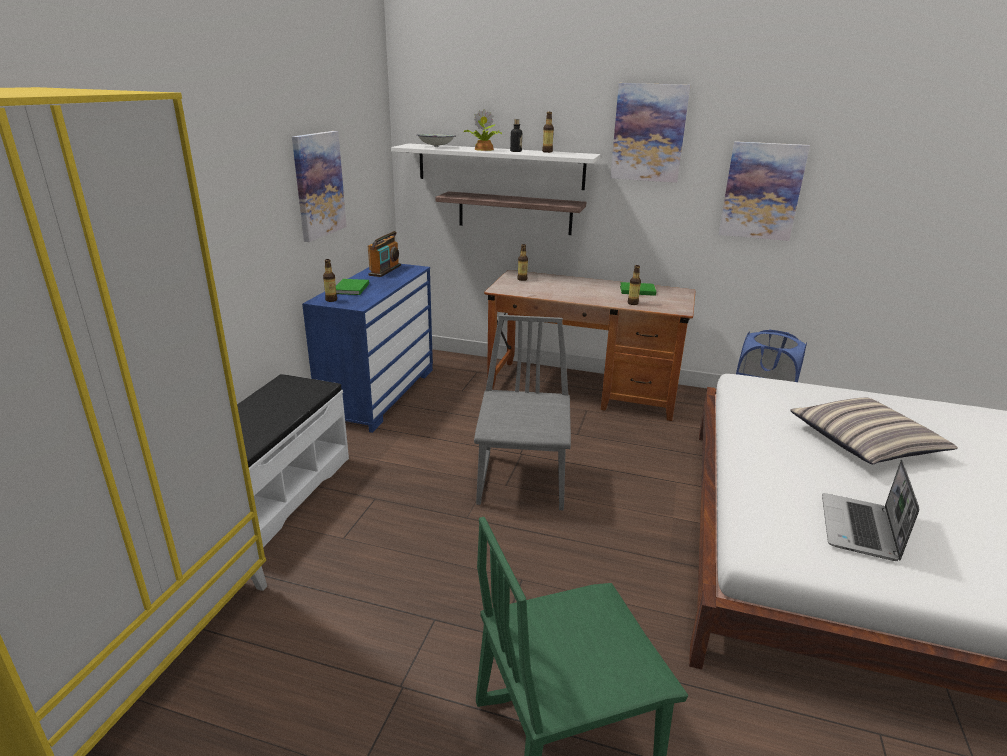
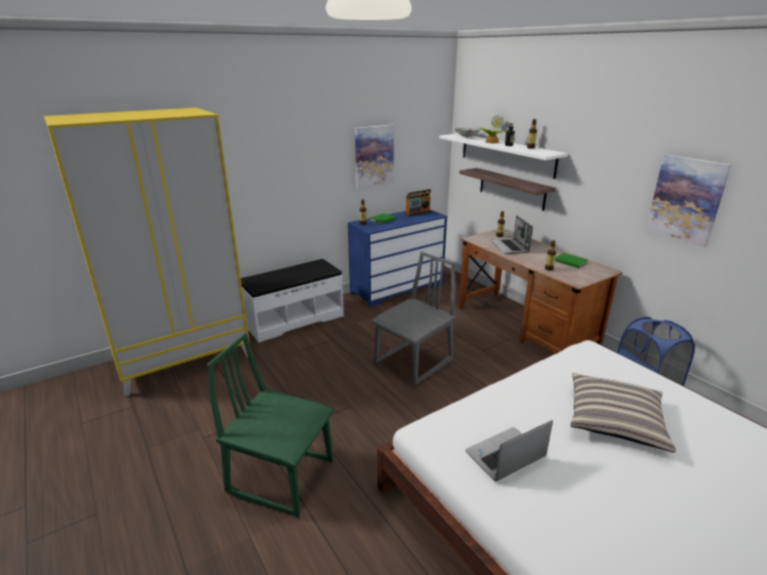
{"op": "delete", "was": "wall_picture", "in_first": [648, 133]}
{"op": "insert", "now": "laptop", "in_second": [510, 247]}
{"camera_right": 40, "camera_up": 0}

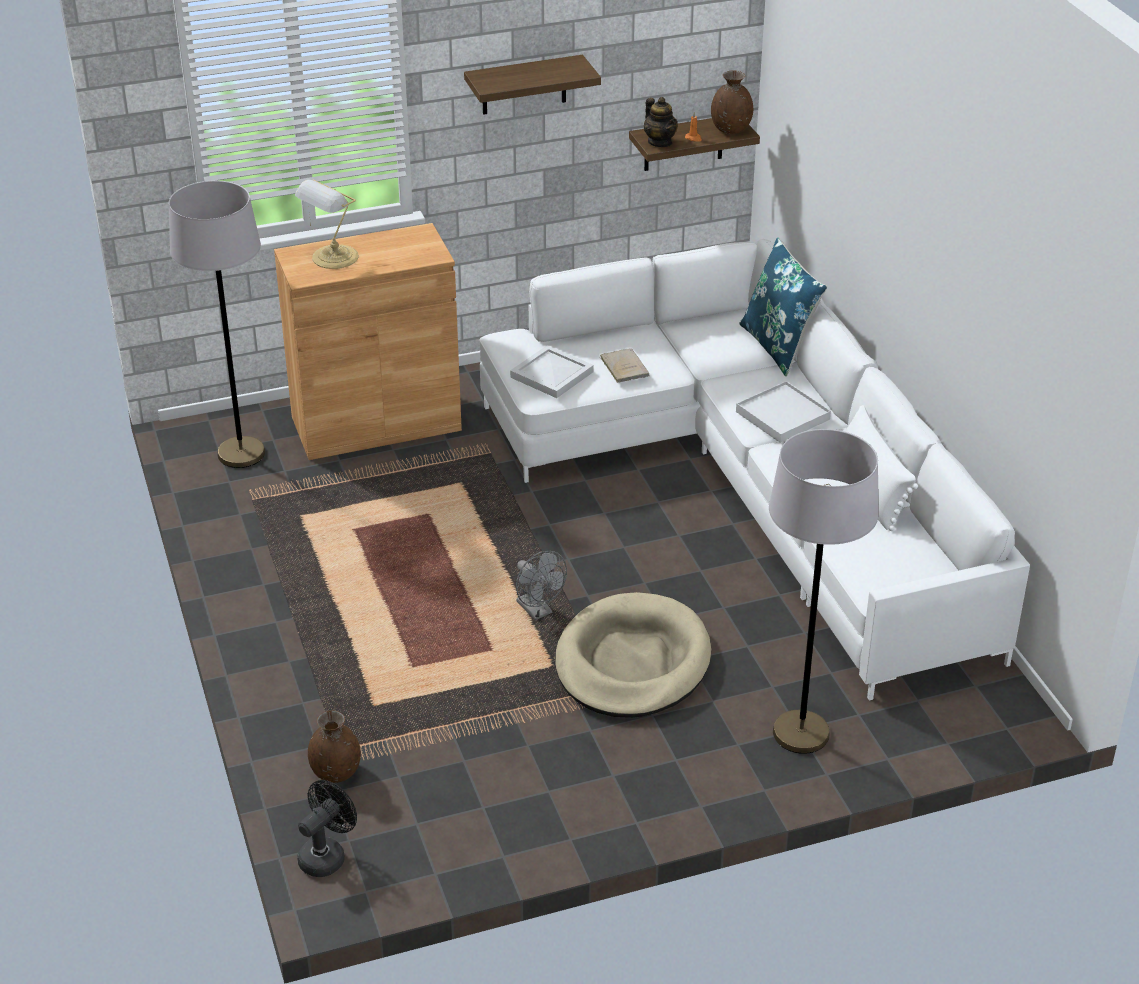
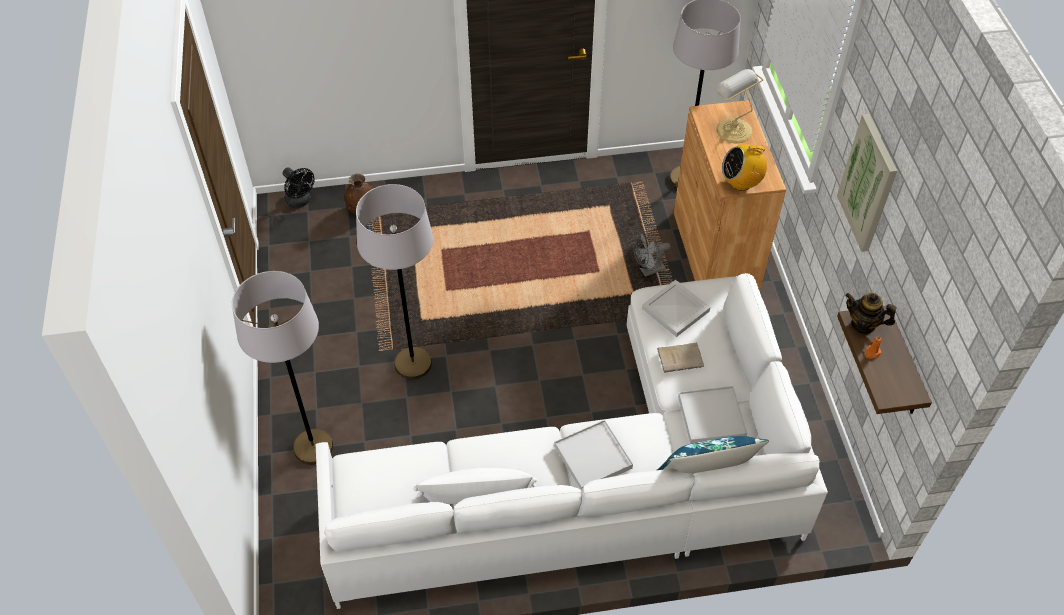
{"op": "replace", "was": "wall_shelf", "now": "wall_picture", "in_first": [524, 85], "in_second": [868, 183]}
{"op": "delete", "was": "brown-coloured_flower_vase", "in_first": [730, 129]}
{"op": "rotate", "was": "tea_pot", "in_first": [660, 142], "in_second": [863, 324], "clockwise": 45}
{"op": "move", "was": "greyish_cooling_fan", "in_first": [538, 611], "in_second": [648, 270]}
{"op": "replace", "was": "sand-coloured_dog_cushion", "now": "greyish_standard_lamp", "in_first": [632, 662], "in_second": [413, 364]}
{"op": "insert", "now": "radio_set", "in_second": [741, 183]}
{"op": "insert", "now": "white-coloured_carrying_tray", "in_second": [711, 417]}
{"camera_right": 100, "camera_up": 15}

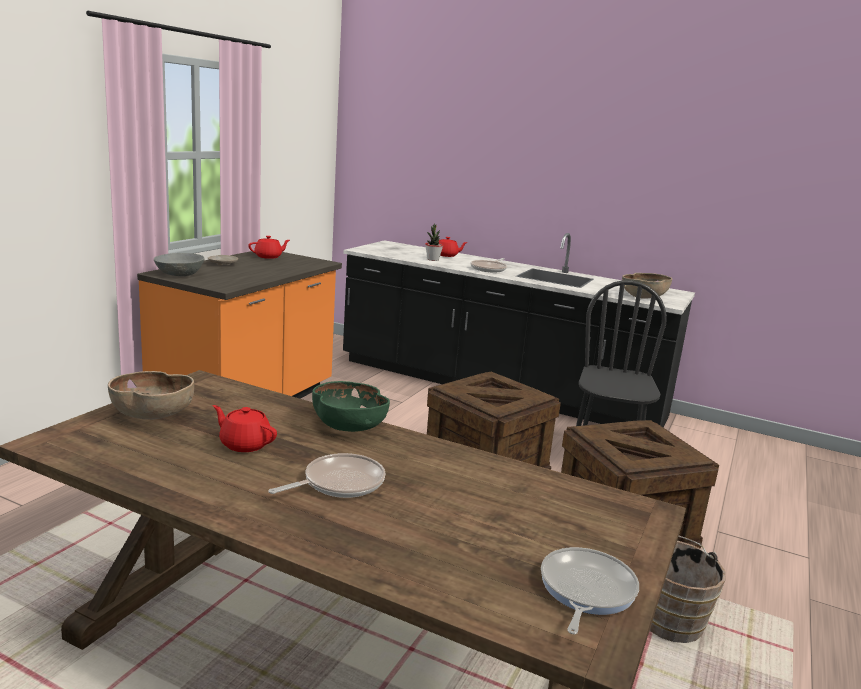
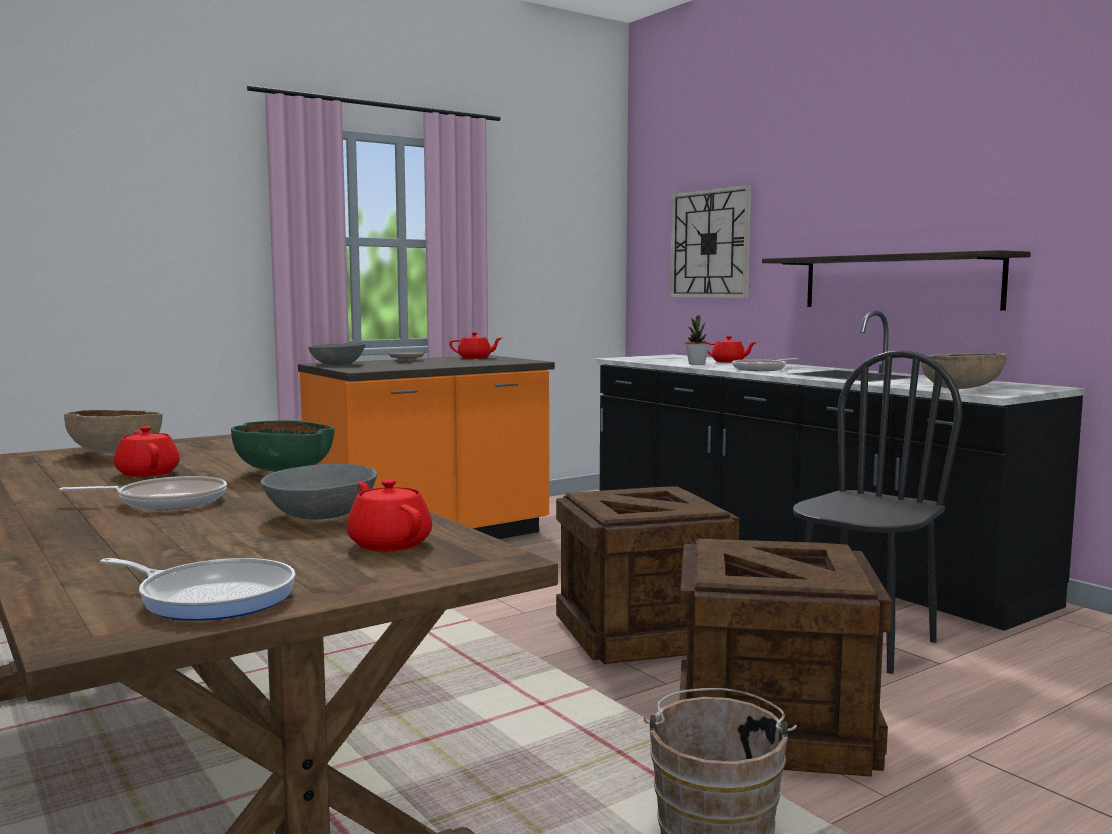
{"op": "rotate", "was": "skillet", "in_first": [585, 590], "in_second": [212, 597], "clockwise": 60}
{"op": "insert", "now": "wall_clock", "in_second": [710, 244]}
{"op": "insert", "now": "wall_shelf", "in_second": [898, 282]}
{"op": "insert", "now": "greyish_deep_dish", "in_second": [321, 515]}
{"op": "insert", "now": "red_tea_pot", "in_second": [389, 544]}
{"camera_right": 30, "camera_up": -10}

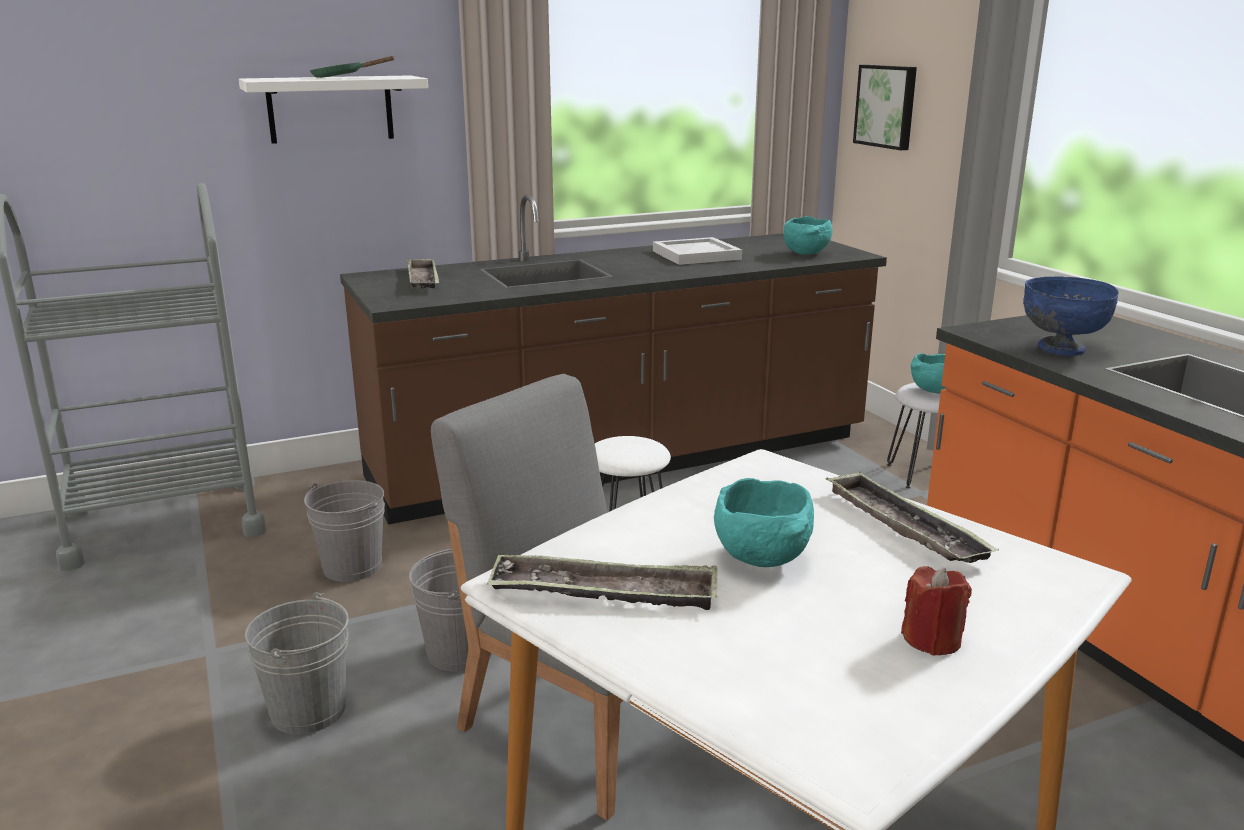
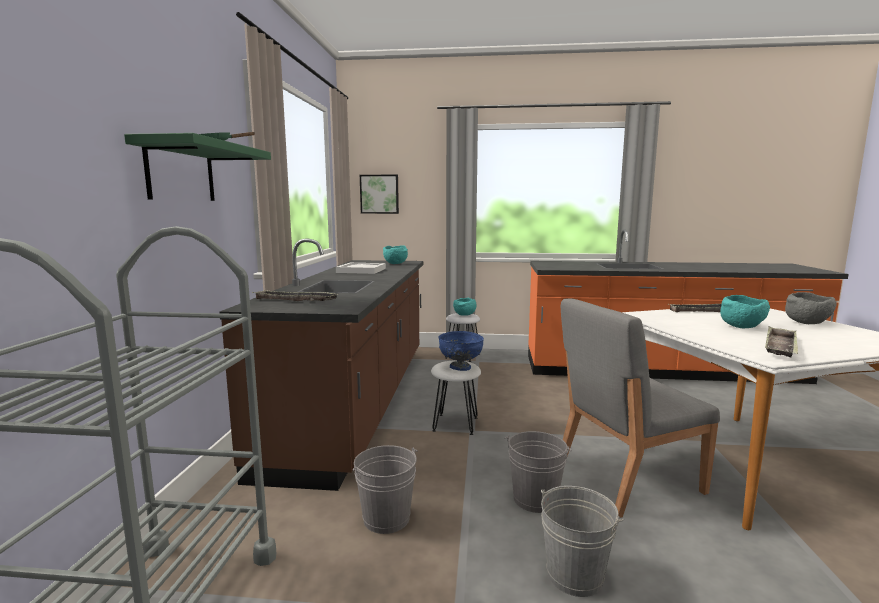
{"op": "recolor", "was": "white-coloured_wall_shelf", "now": "green_wall_shelf", "in_first": [330, 109], "in_second": [181, 172]}
{"op": "move", "was": "blue_deep_dish", "in_first": [1060, 350], "in_second": [460, 368]}
{"op": "replace", "was": "red_wax_candle", "now": "greyish_deep_dish", "in_first": [932, 640], "in_second": [807, 323]}
{"camera_right": -60, "camera_up": -10}

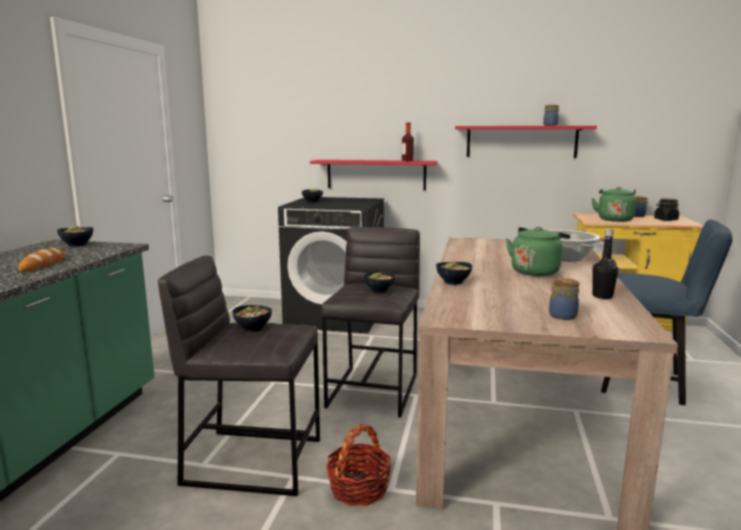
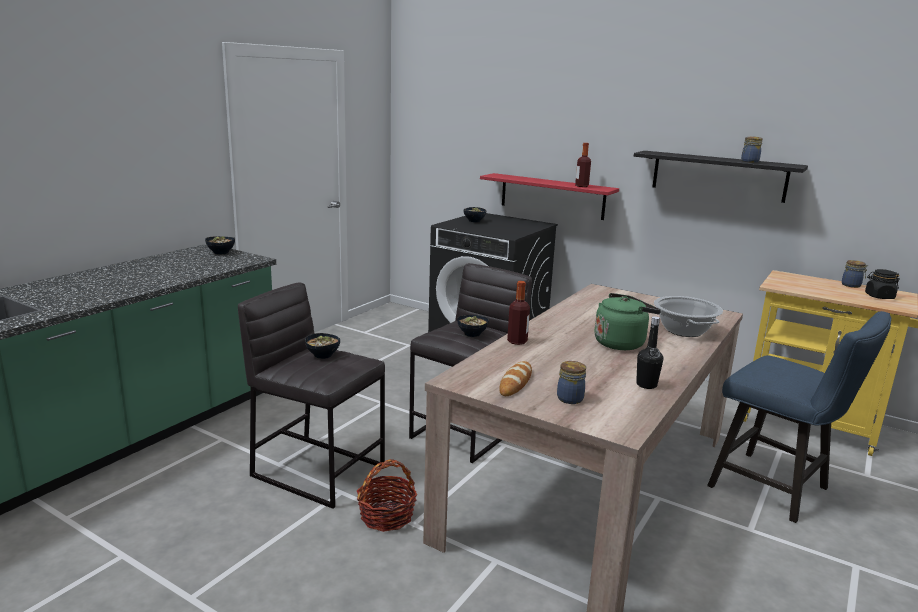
{"op": "recolor", "was": "red_wall_shelf", "now": "black_wall_shelf", "in_first": [521, 141], "in_second": [718, 176]}
{"op": "delete", "was": "green_kettle", "in_first": [614, 219]}
{"op": "move", "was": "bread", "in_first": [43, 264], "in_second": [515, 382]}
{"op": "replace", "was": "deep_dish", "now": "bottle", "in_first": [452, 282], "in_second": [517, 341]}
{"camera_right": 20, "camera_up": 5}

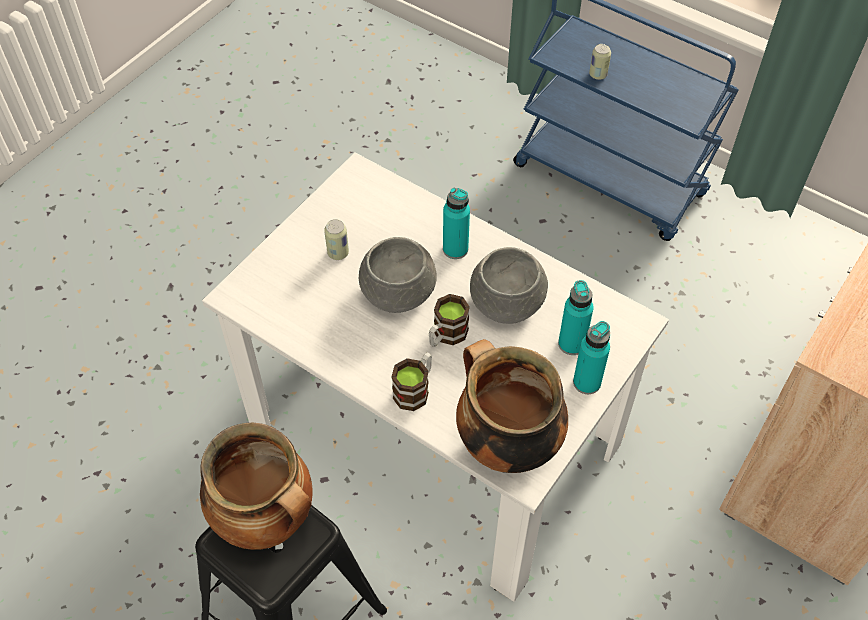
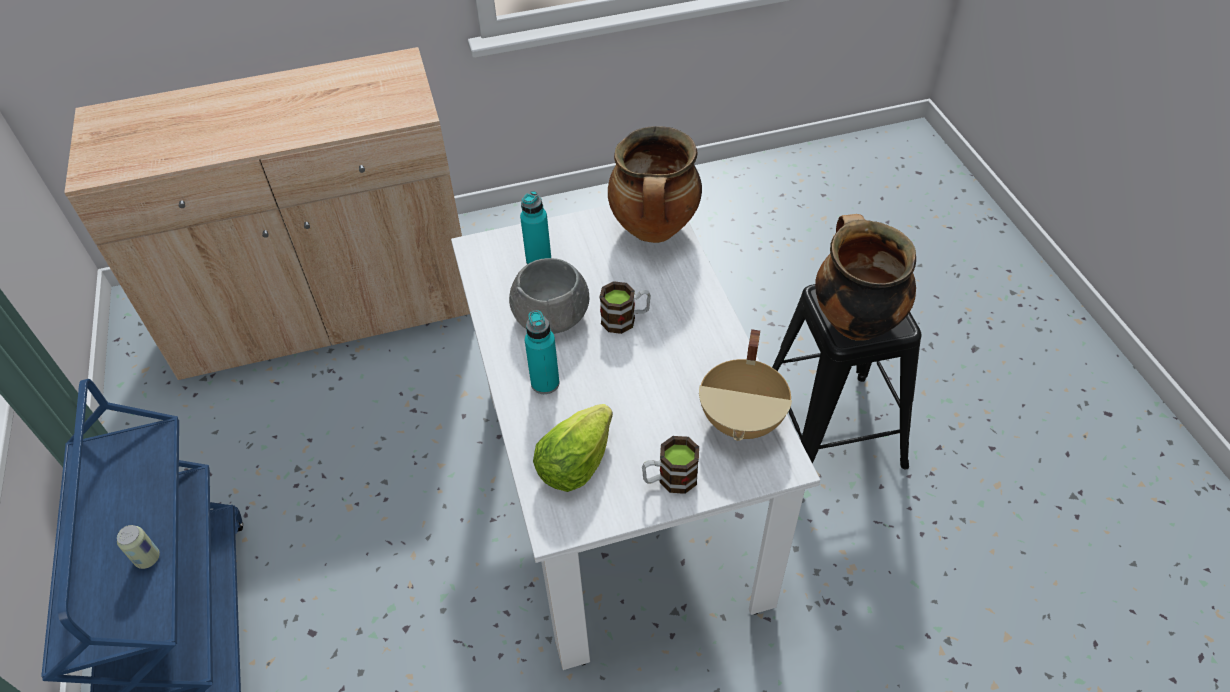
{"op": "delete", "was": "metal_can", "in_first": [338, 253]}
{"op": "delete", "was": "greyish_deep_dish", "in_first": [399, 291]}
{"op": "delete", "was": "turquoise-coloured_bottle", "in_first": [587, 382]}
{"op": "move", "was": "coffee_mug", "in_first": [415, 389], "in_second": [669, 479]}
{"op": "insert", "now": "sand-coloured_saucepot", "in_second": [743, 420]}
{"op": "insert", "now": "lettuce_head", "in_second": [574, 463]}
{"camera_right": -140, "camera_up": -5}

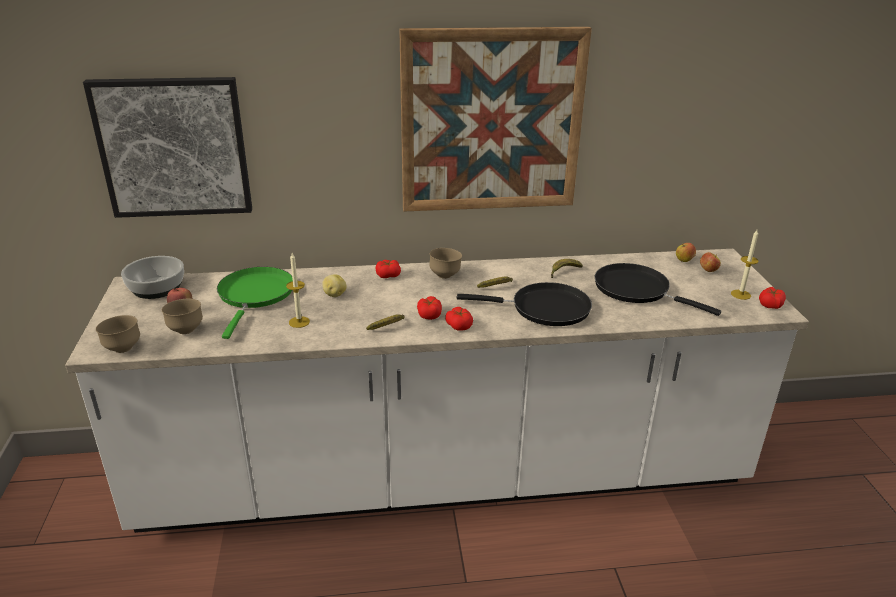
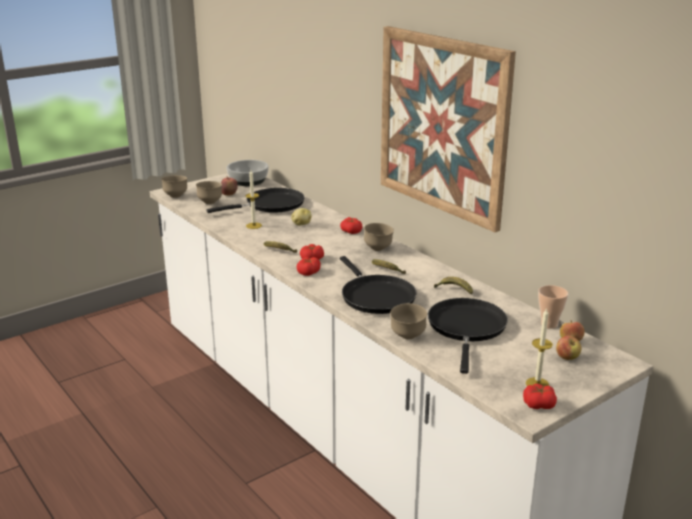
{"op": "delete", "was": "wall_picture", "in_first": [174, 147]}
{"op": "recolor", "was": "green_skillet", "now": "black_skillet", "in_first": [255, 295], "in_second": [271, 205]}
{"op": "insert", "now": "cup", "in_second": [549, 324]}
{"op": "insert", "now": "brown-coloured_deep_dish", "in_second": [407, 336]}
{"camera_right": 60, "camera_up": -5}

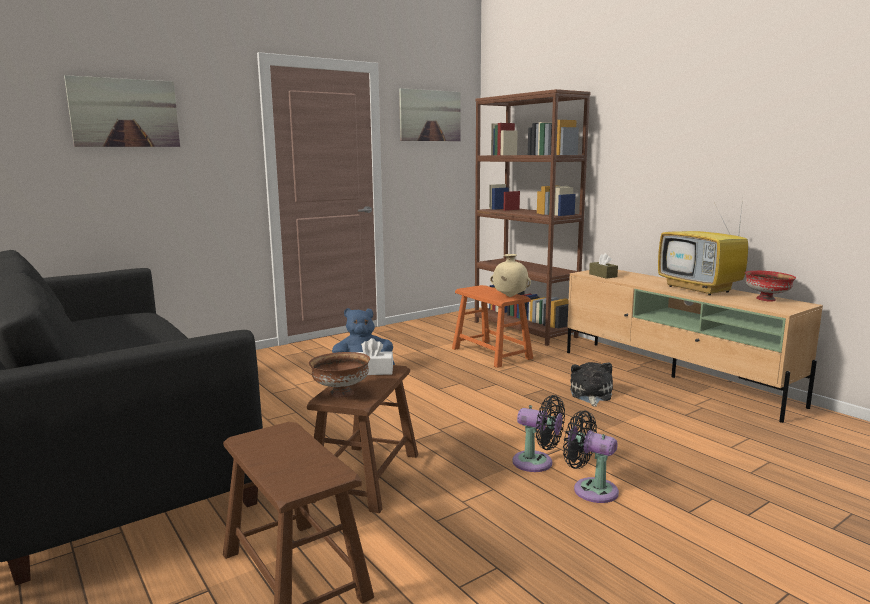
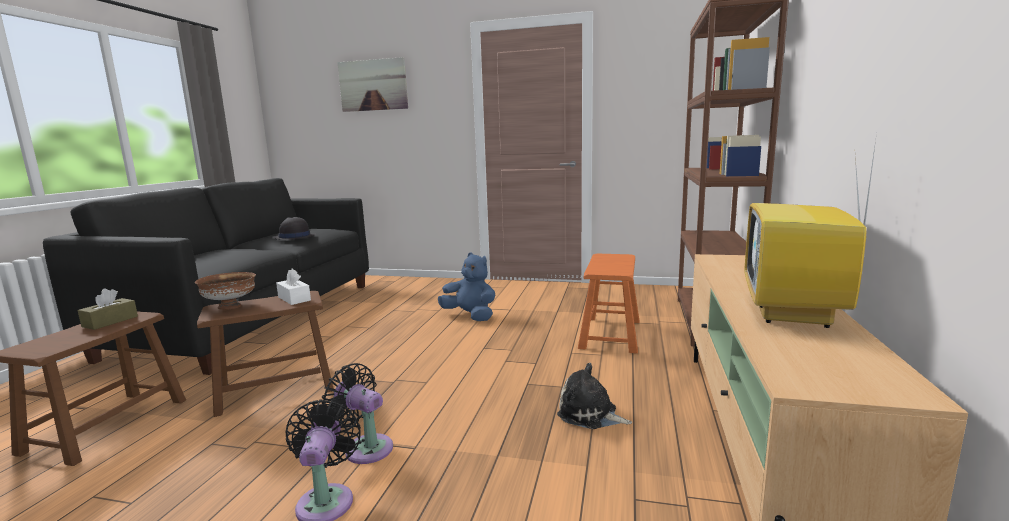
{"op": "delete", "was": "wall_picture", "in_first": [430, 115]}
{"op": "move", "was": "brown-coloured_tissue_box", "in_first": [603, 275], "in_second": [110, 321]}
{"op": "delete", "was": "sand-coloured_flower_vase", "in_first": [509, 296]}
{"op": "delete", "was": "red_deep_dish", "in_first": [766, 299]}
{"op": "rotate", "was": "soft_toy", "in_first": [590, 395], "in_second": [590, 414], "clockwise": -120}
{"op": "rotate", "was": "black_cooling_fan", "in_first": [537, 463], "in_second": [365, 447], "clockwise": 135}
{"op": "insert", "now": "black_clothing_hat", "in_second": [294, 237]}
{"camera_right": 50, "camera_up": 0}

